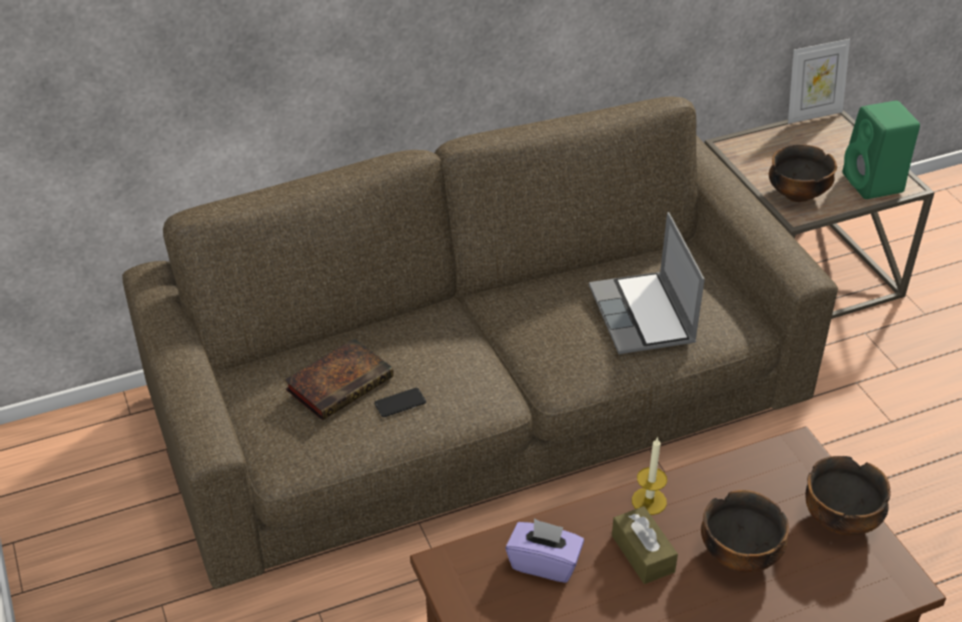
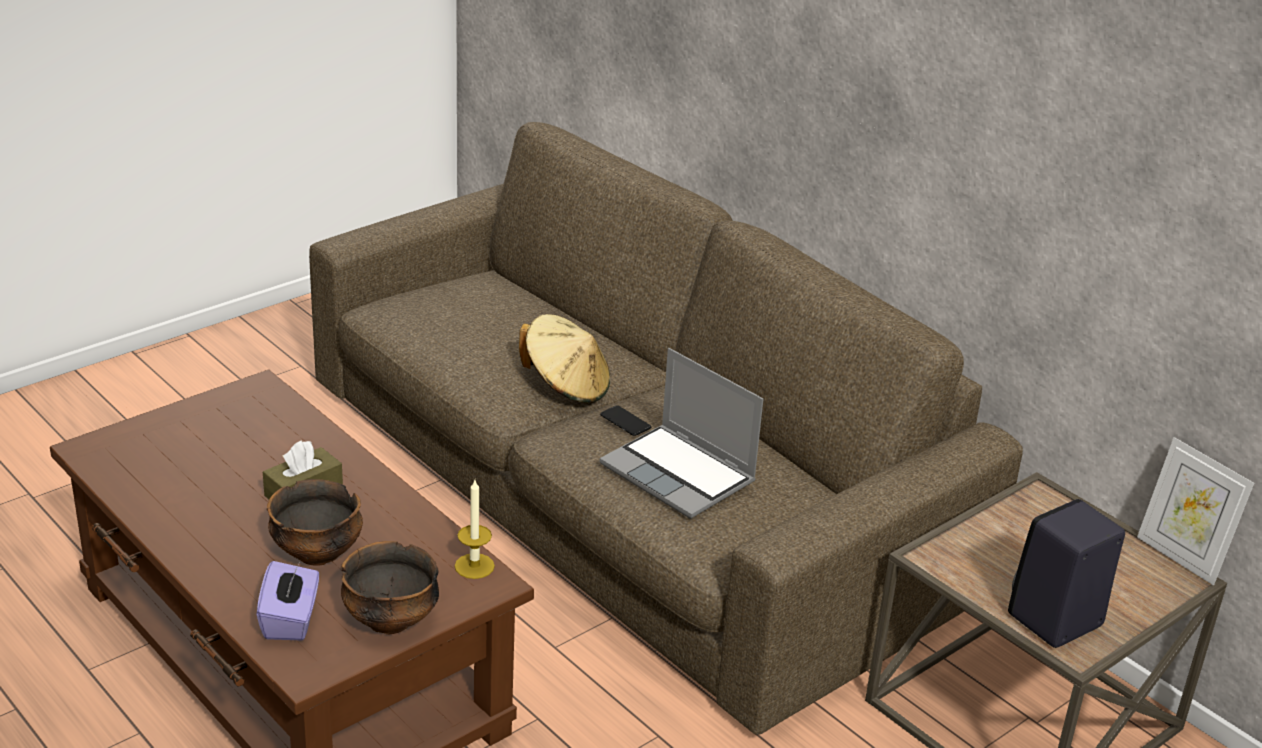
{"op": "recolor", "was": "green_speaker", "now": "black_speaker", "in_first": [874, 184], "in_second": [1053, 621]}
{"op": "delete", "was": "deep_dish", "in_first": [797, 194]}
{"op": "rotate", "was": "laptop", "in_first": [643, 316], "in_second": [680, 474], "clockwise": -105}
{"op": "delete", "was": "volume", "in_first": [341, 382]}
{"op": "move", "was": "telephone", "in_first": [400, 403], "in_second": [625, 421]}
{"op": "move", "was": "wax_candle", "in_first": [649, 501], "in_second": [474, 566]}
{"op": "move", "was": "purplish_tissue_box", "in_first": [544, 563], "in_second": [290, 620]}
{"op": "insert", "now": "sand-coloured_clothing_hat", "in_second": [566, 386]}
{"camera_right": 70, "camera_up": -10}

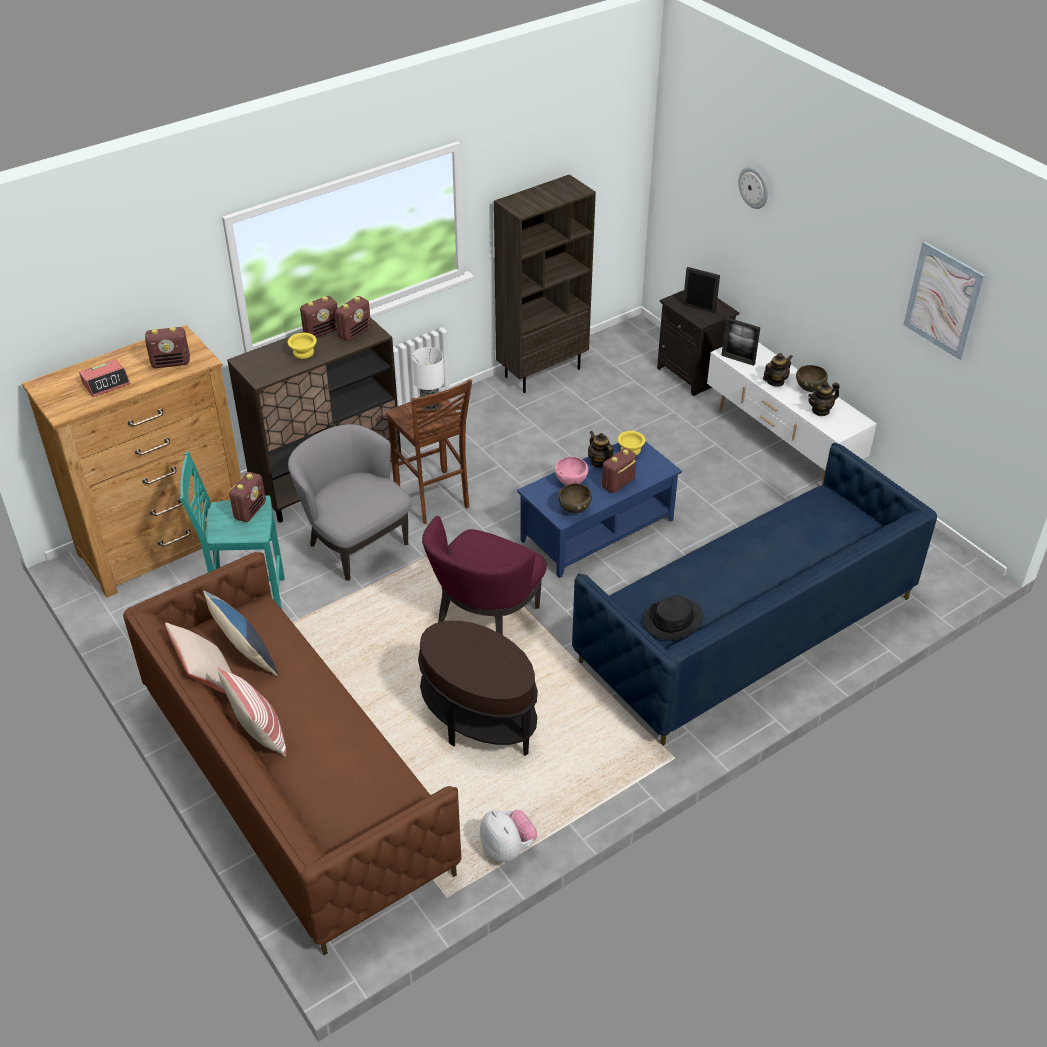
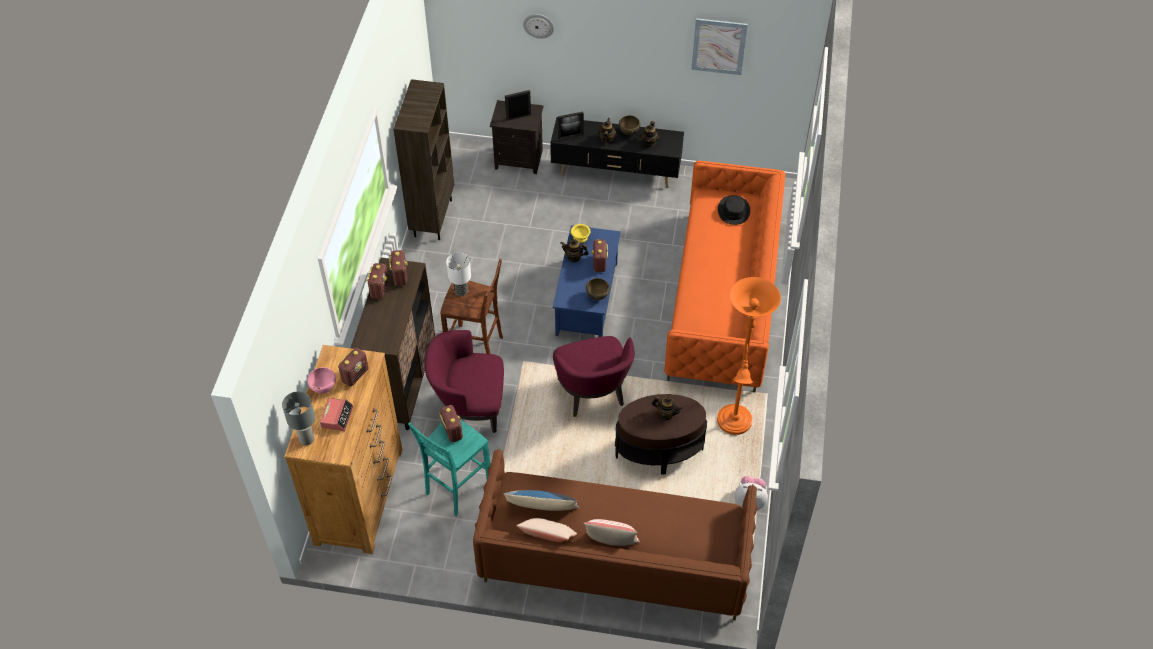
{"op": "delete", "was": "yellowish_deep_dish", "in_first": [302, 353]}
{"op": "recolor", "was": "white-coloured_media_console", "now": "black_media_console", "in_first": [781, 443], "in_second": [616, 173]}
{"op": "recolor", "was": "greyish_easy_chair", "now": "purplish_easy_chair", "in_first": [355, 543], "in_second": [469, 408]}
{"op": "recolor", "was": "blue_sofa", "now": "orange_sofa", "in_first": [746, 630], "in_second": [722, 299]}
{"op": "move", "was": "pink_deep_dish", "in_first": [570, 483], "in_second": [323, 388]}
{"op": "move", "was": "black_clothing_hat", "in_first": [673, 619], "in_second": [734, 211]}
{"op": "insert", "now": "orange_standard_lamp", "in_second": [734, 424]}
{"op": "insert", "now": "greyish_lamp_for_a_table", "in_second": [306, 439]}
{"op": "insert", "now": "tea_pot", "in_second": [666, 414]}
{"camera_right": -45, "camera_up": 10}

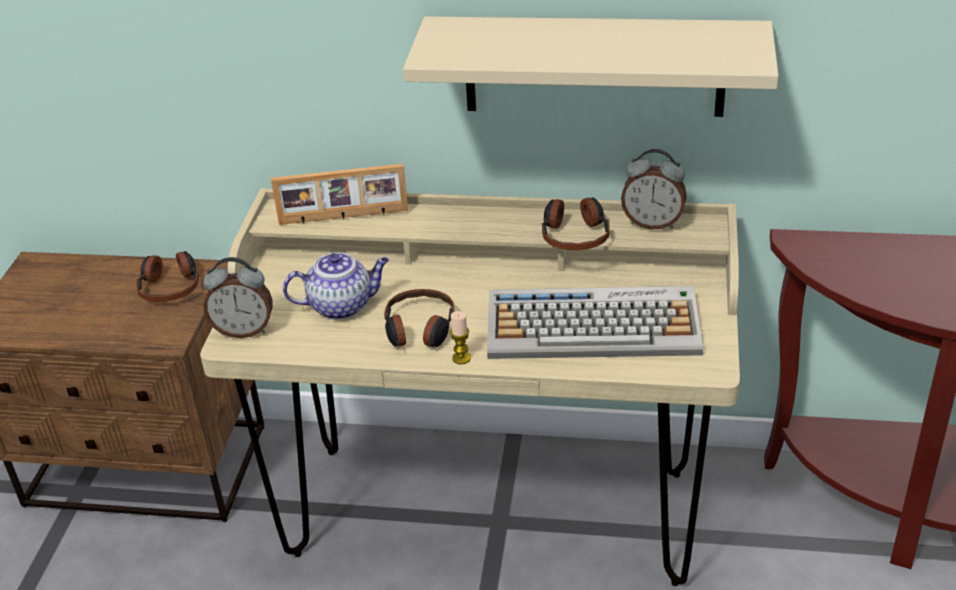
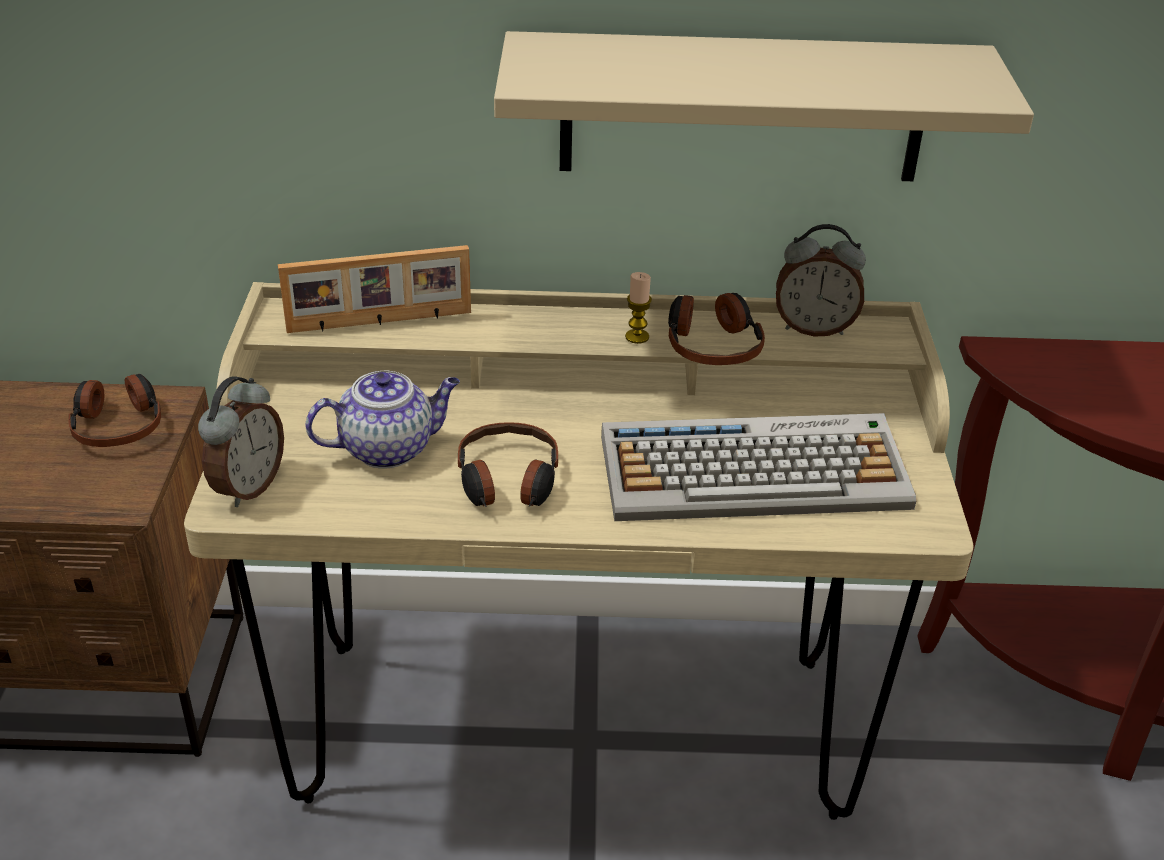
{"op": "rotate", "was": "alarm_clock", "in_first": [244, 330], "in_second": [247, 487], "clockwise": -60}
{"op": "move", "was": "wax_candle", "in_first": [461, 358], "in_second": [637, 337]}
{"camera_right": -10, "camera_up": 0}

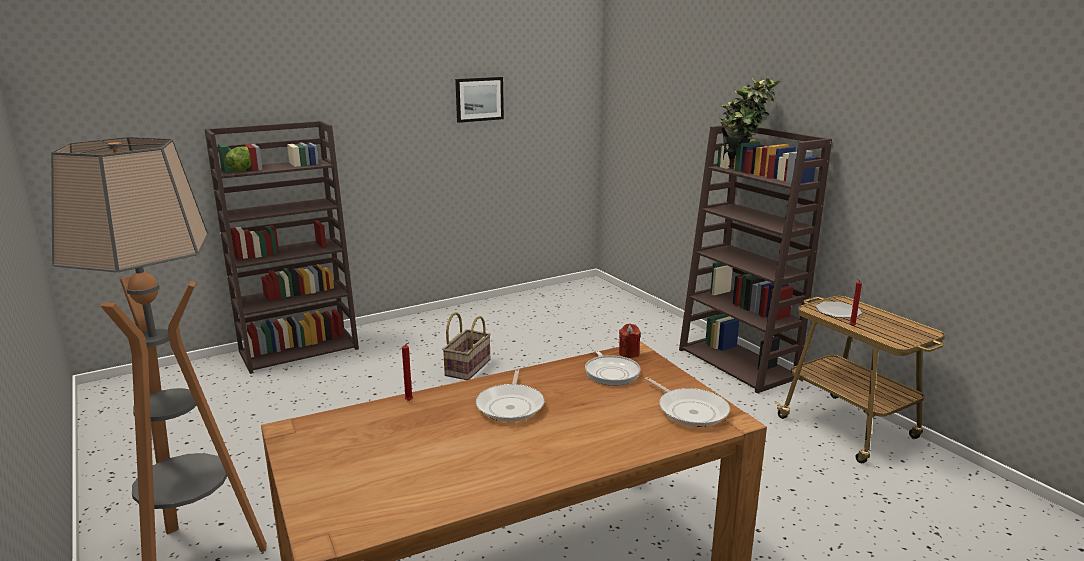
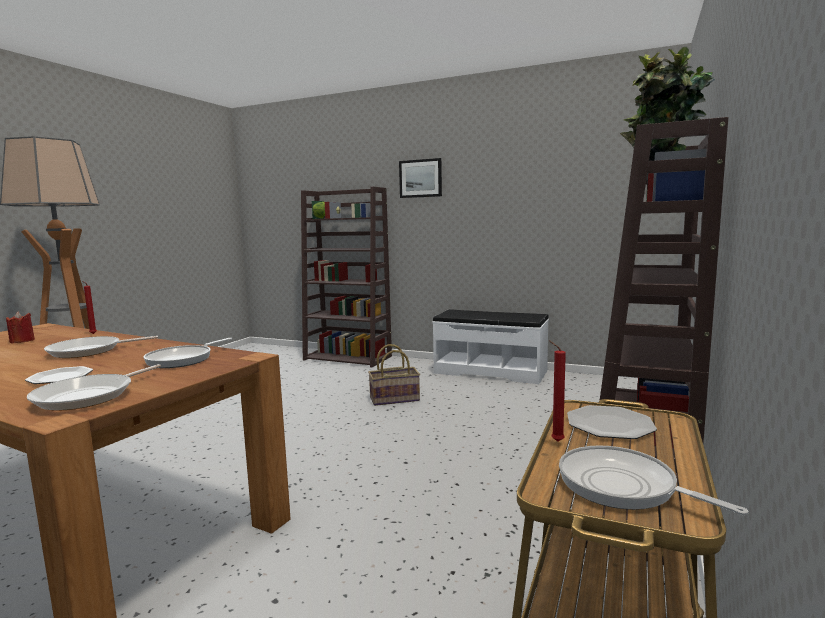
{"op": "move", "was": "wall_picture", "in_first": [479, 99], "in_second": [420, 178]}
{"op": "move", "was": "red_wax_candle", "in_first": [629, 353], "in_second": [22, 341]}
{"op": "insert", "now": "white-coloured_indoor_bench", "in_second": [490, 371]}
{"op": "insert", "now": "plate", "in_second": [59, 378]}
{"op": "insert", "now": "skillet", "in_second": [623, 487]}
{"camera_right": 55, "camera_up": -10}

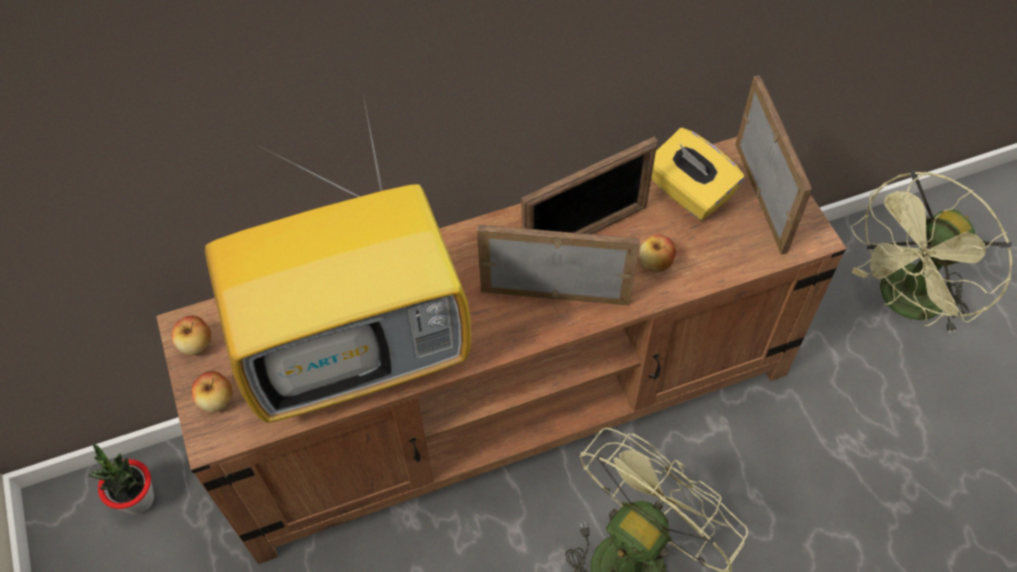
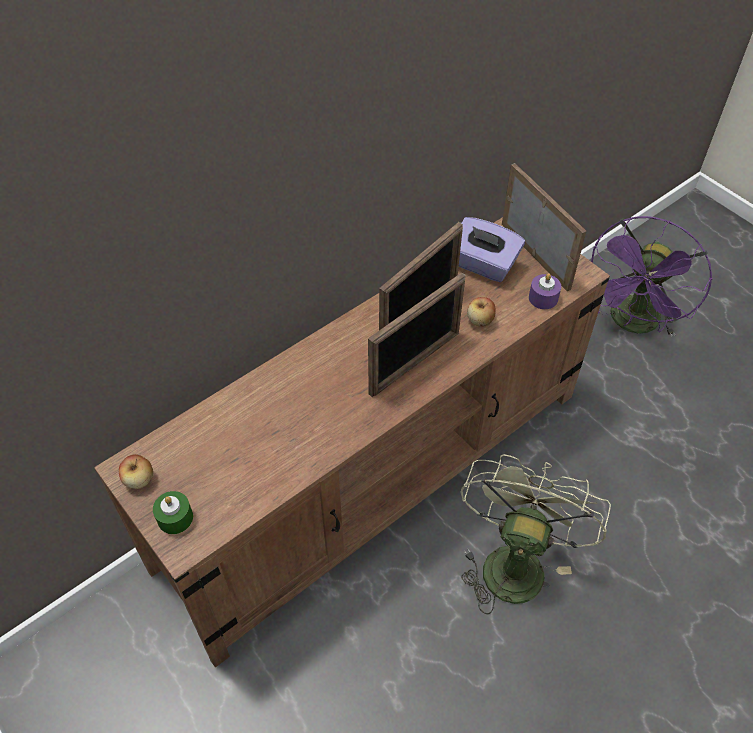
{"op": "delete", "was": "television", "in_first": [359, 348]}
{"op": "recolor", "was": "yellowish_tissue_box", "now": "purplish_tissue_box", "in_first": [689, 192], "in_second": [483, 265]}
{"op": "recolor", "was": "green_cooling_fan", "now": "purplish_cooling_fan", "in_first": [904, 304], "in_second": [633, 324]}
{"op": "rotate", "was": "standing_frame", "in_first": [555, 295], "in_second": [415, 363], "clockwise": 150}
{"op": "replace", "was": "apple_fruit", "now": "green_wax_candle", "in_first": [217, 400], "in_second": [175, 518]}
{"op": "delete", "was": "houseplant", "in_first": [138, 499]}
{"op": "insert", "now": "purplish_wax_candle", "in_second": [543, 298]}
{"camera_right": -20, "camera_up": -5}

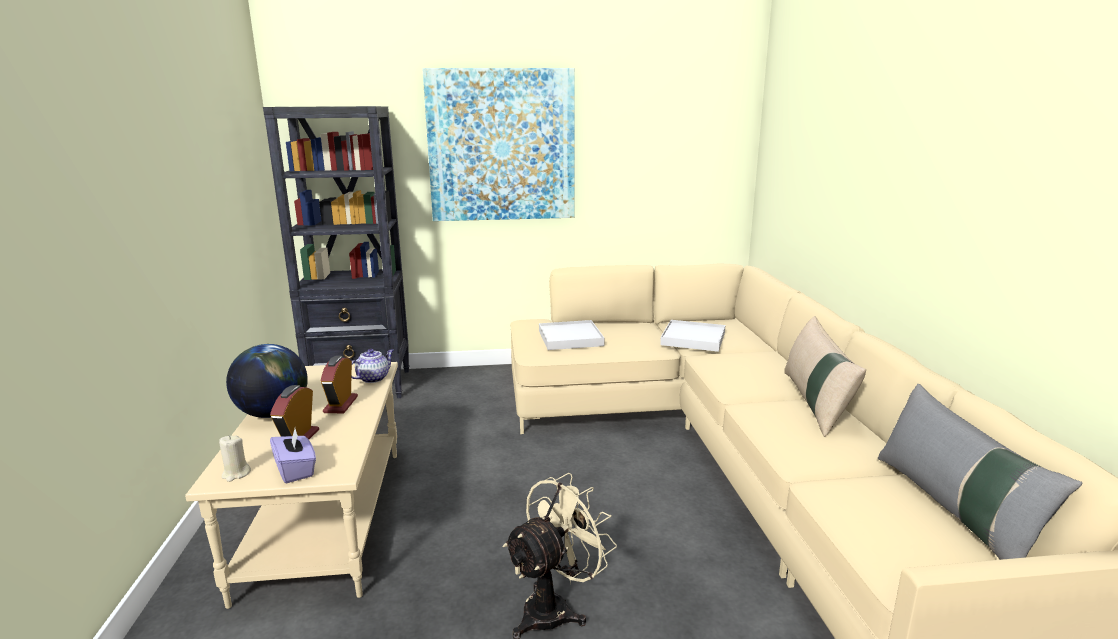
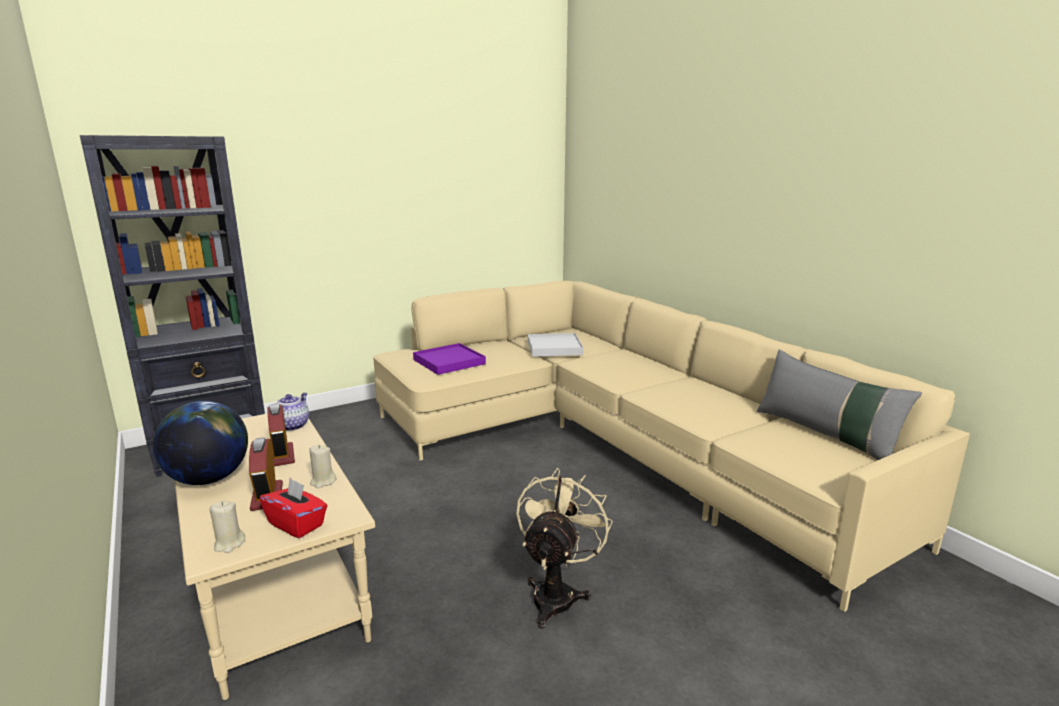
{"op": "delete", "was": "wall_picture", "in_first": [501, 146]}
{"op": "delete", "was": "sand-coloured_cushion", "in_first": [815, 403]}
{"op": "recolor", "was": "white-coloured_carrying_tray", "now": "purplish_carrying_tray", "in_first": [570, 338], "in_second": [449, 362]}
{"op": "recolor", "was": "purplish_tissue_box", "now": "red_tissue_box", "in_first": [296, 470], "in_second": [297, 524]}
{"op": "insert", "now": "sand-coloured_wax_candle", "in_second": [323, 481]}
{"camera_right": -25, "camera_up": 0}

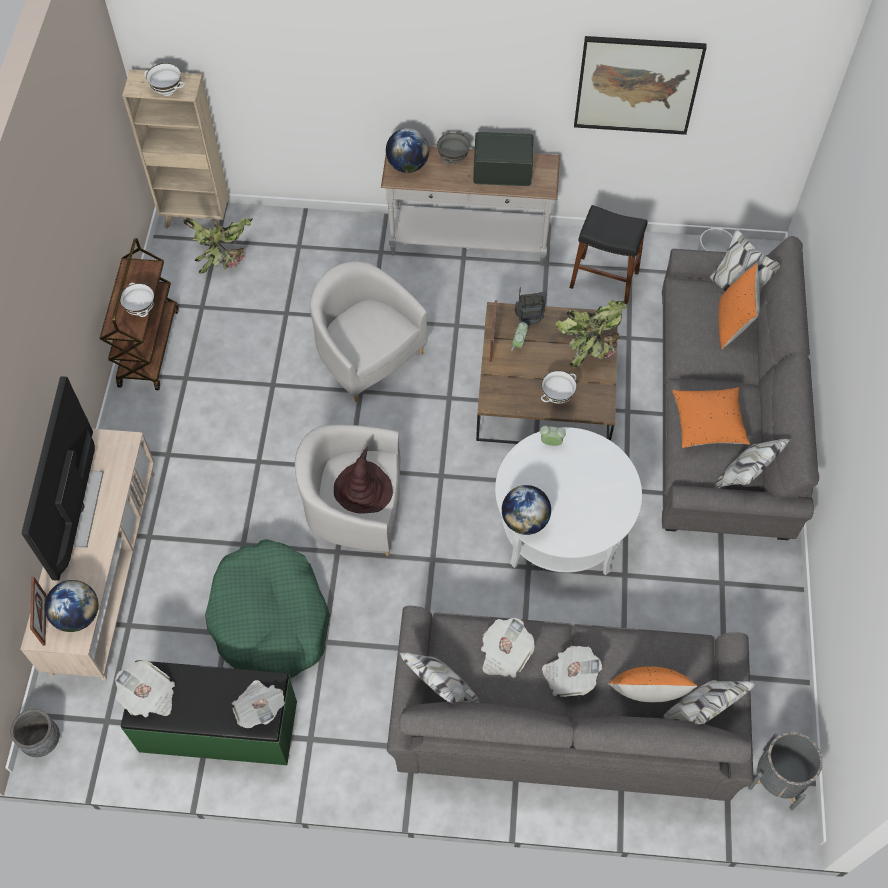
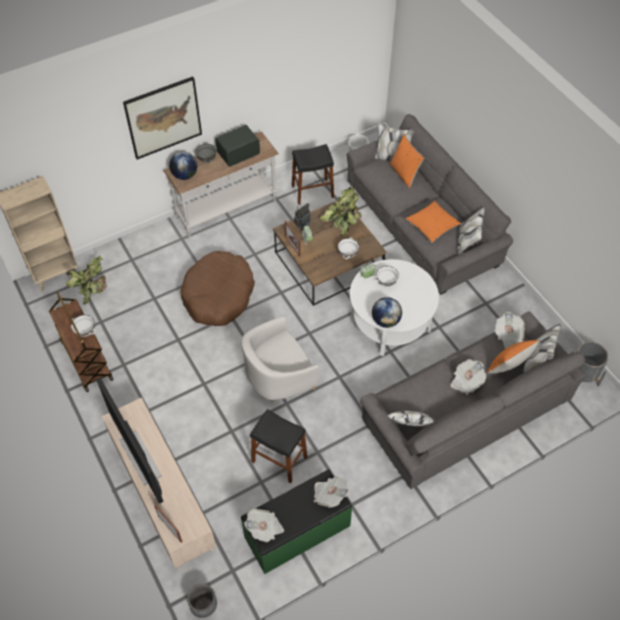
{"op": "move", "was": "wall_picture", "in_first": [637, 85], "in_second": [163, 117]}
{"op": "move", "was": "white-coloured_deep_dish", "in_first": [168, 91], "in_second": [386, 283]}
{"op": "replace", "was": "white-coloured_easy_chair", "now": "brown-coloured_dog_cushion", "in_first": [366, 355], "in_second": [218, 295]}
{"op": "delete", "was": "brown-coloured_clothing_hat", "in_first": [363, 489]}
{"op": "replace", "was": "green_dog_cushion", "now": "black_stool", "in_first": [270, 619], "in_second": [279, 459]}
{"op": "delete", "was": "world_globe", "in_first": [78, 615]}
{"op": "move", "was": "daily_paper", "in_first": [504, 654], "in_second": [508, 336]}
{"camera_right": -35, "camera_up": -5}

